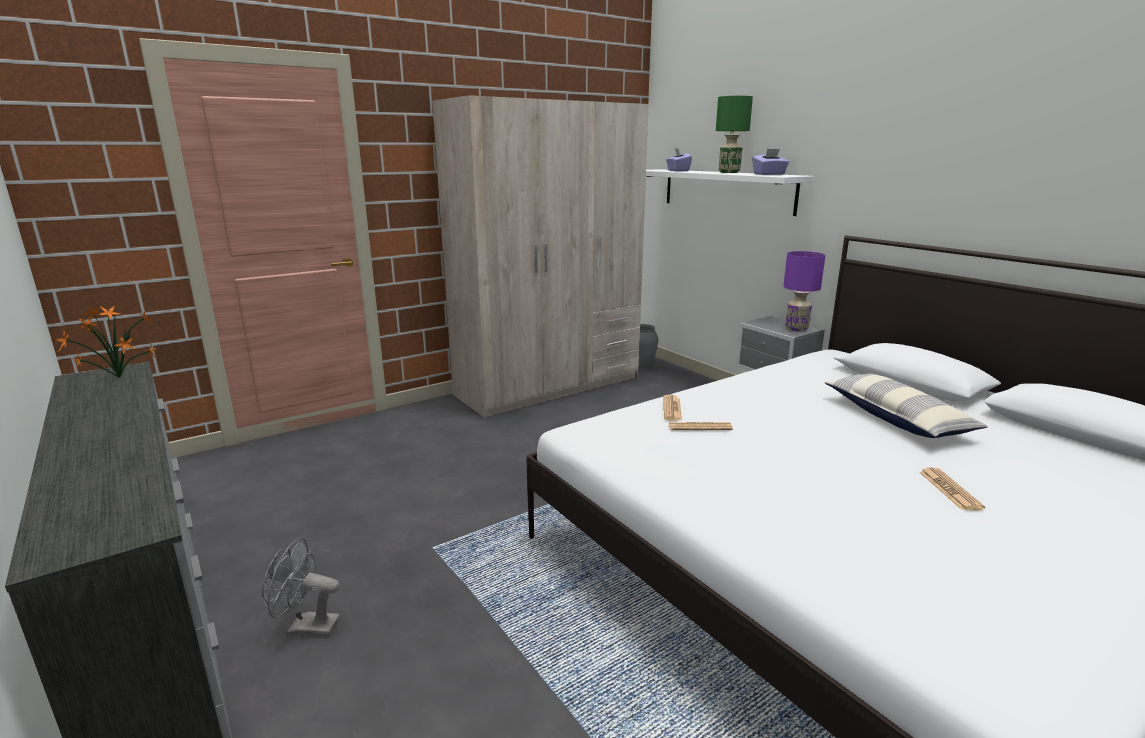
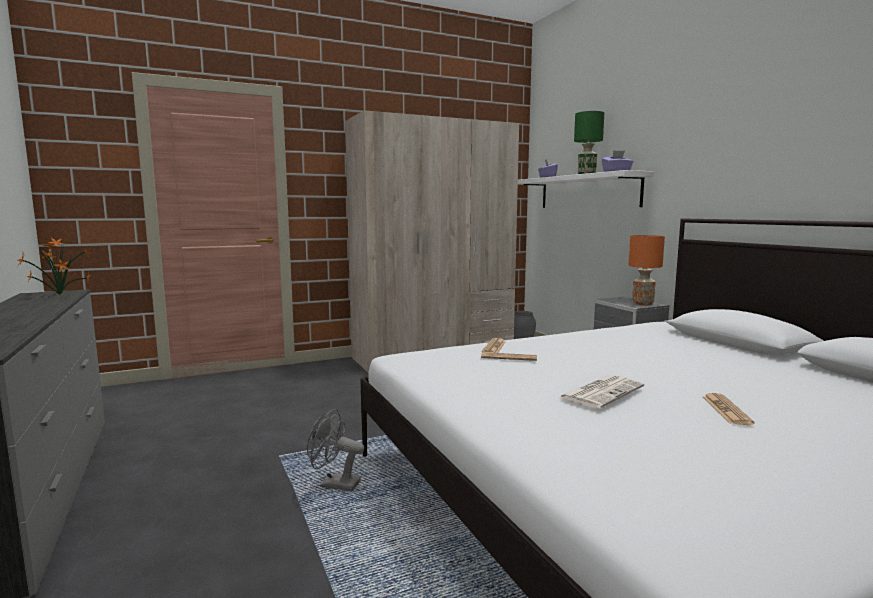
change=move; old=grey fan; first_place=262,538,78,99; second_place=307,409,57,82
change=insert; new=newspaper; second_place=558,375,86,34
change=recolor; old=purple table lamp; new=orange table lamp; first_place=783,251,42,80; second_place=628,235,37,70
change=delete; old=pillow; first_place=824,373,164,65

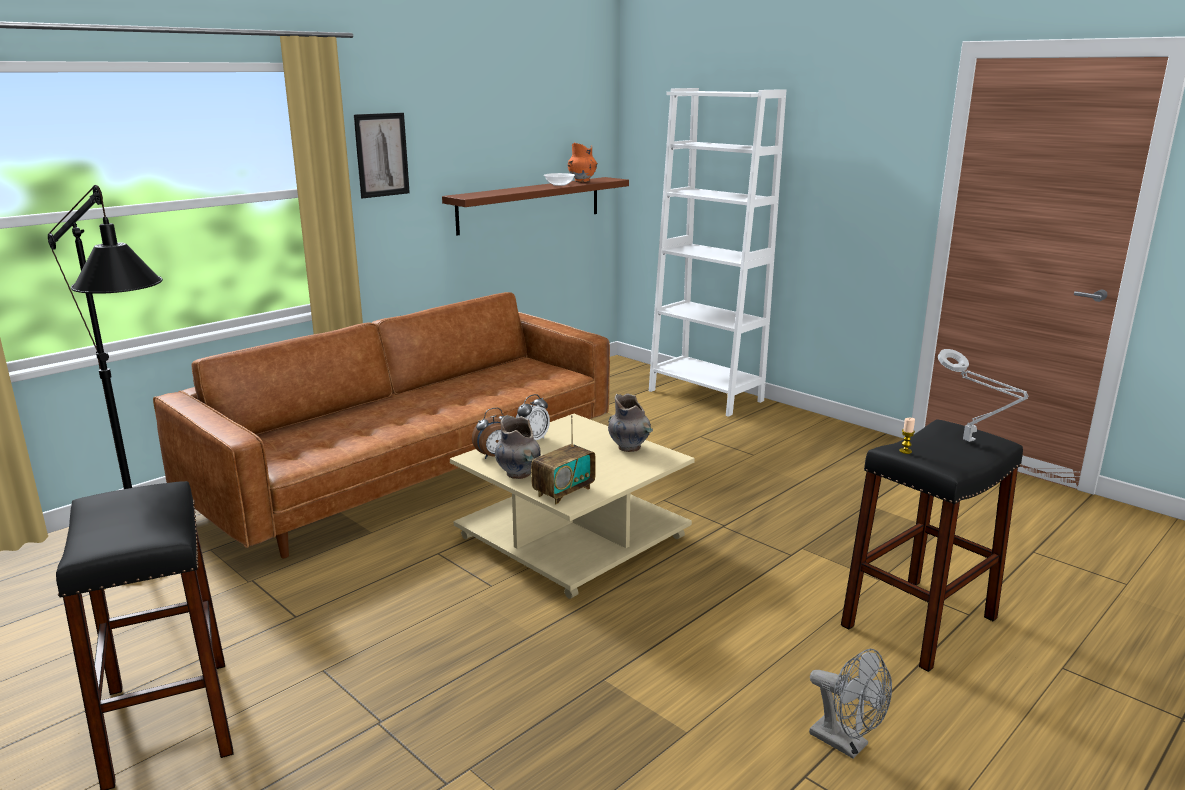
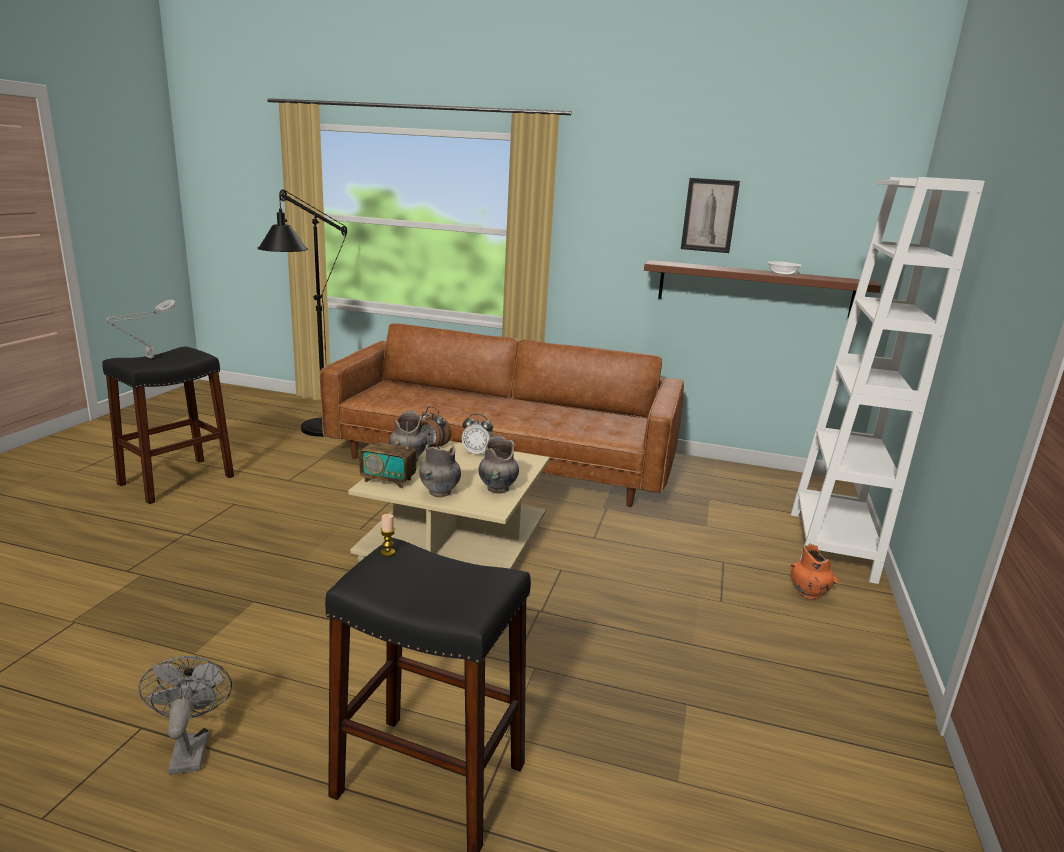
change=move; old=grey table lamp; first_place=938,349,90,93; second_place=106,300,70,58
change=rotate; old=grey fan; first_place=809,649,83,110; second_place=138,656,94,119; degrees=150
change=insert; new=grey vase; second_place=419,444,42,53
change=move; old=picture; first_place=354,113,56,85; second_place=681,178,59,75
change=move; old=orange vase; first_place=568,142,30,40; second_place=789,544,50,56

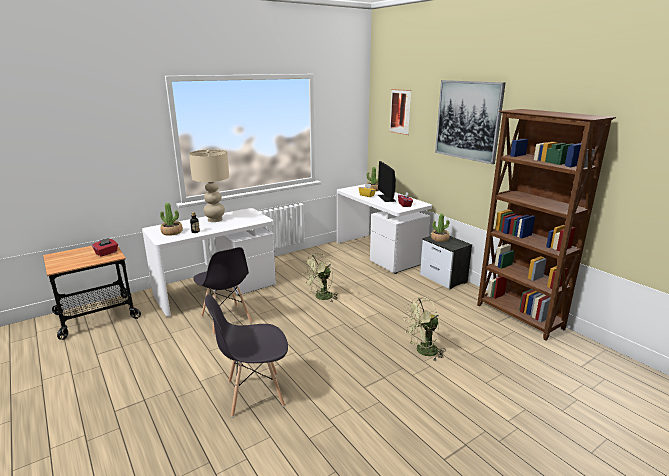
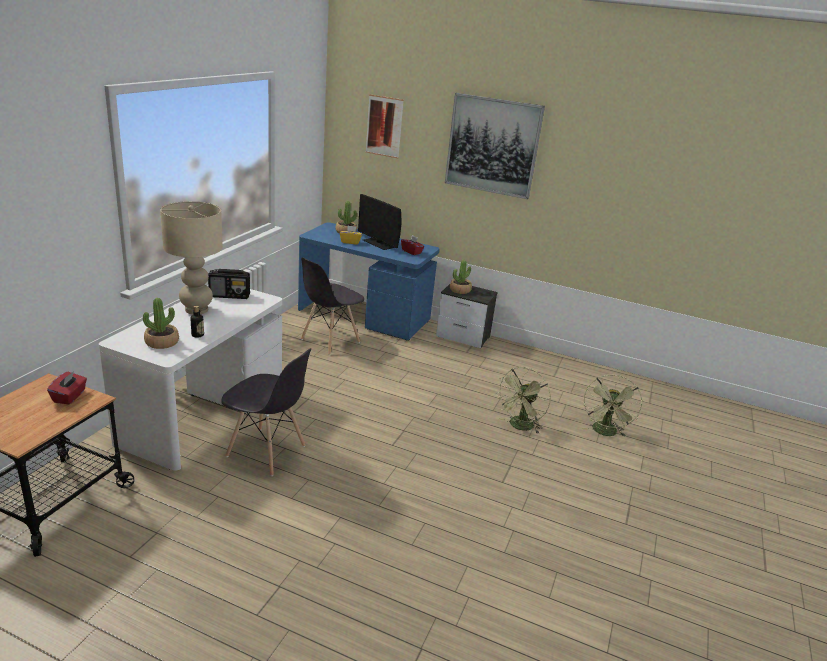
change=insert; new=radio; second_place=208,269,42,30
change=recolor; old=white desk; new=blue desk; first_place=337,184,95,90; second_place=298,222,142,119
change=move; old=grey chair; first_place=205,294,83,123; second_place=301,257,63,98
change=move; old=green fan; first_place=302,253,36,49; second_place=583,375,59,62
change=delete; old=brown bookcase; first_place=477,109,139,231

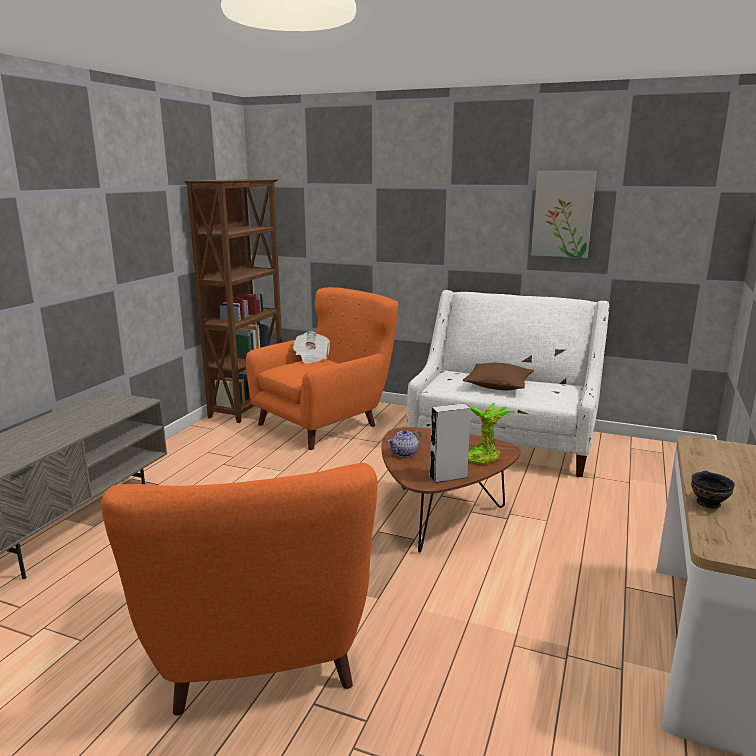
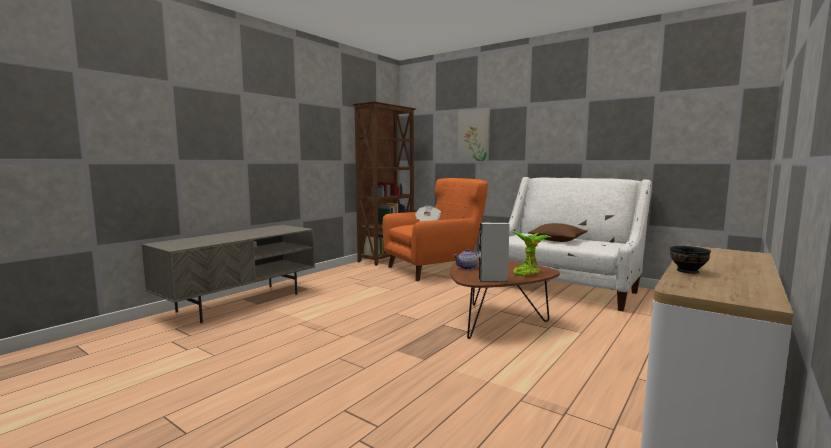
change=move; old=picture; first_place=531,171,65,87; second_place=457,108,33,53
change=delete; old=orange armchair; first_place=101,463,277,253

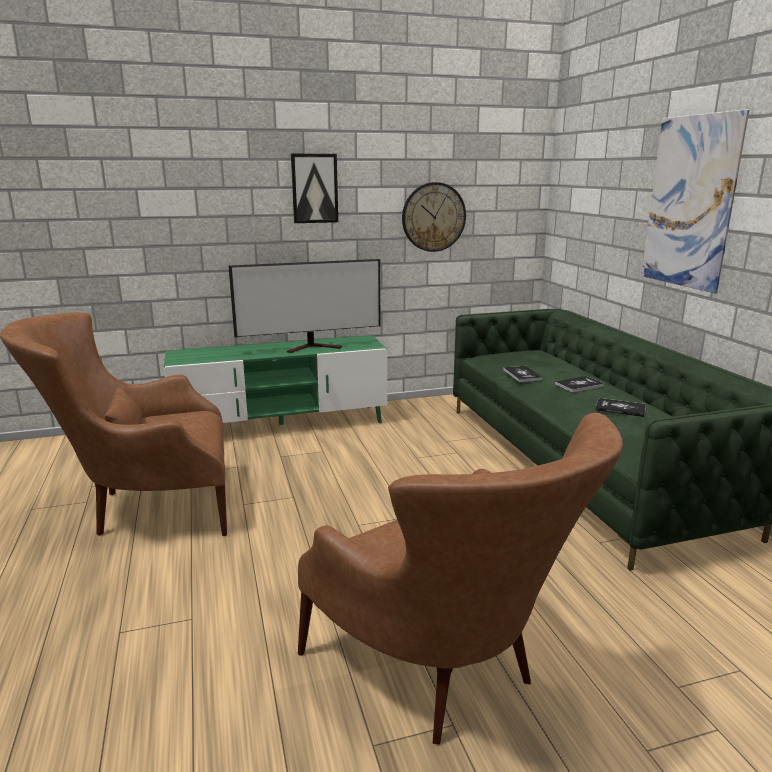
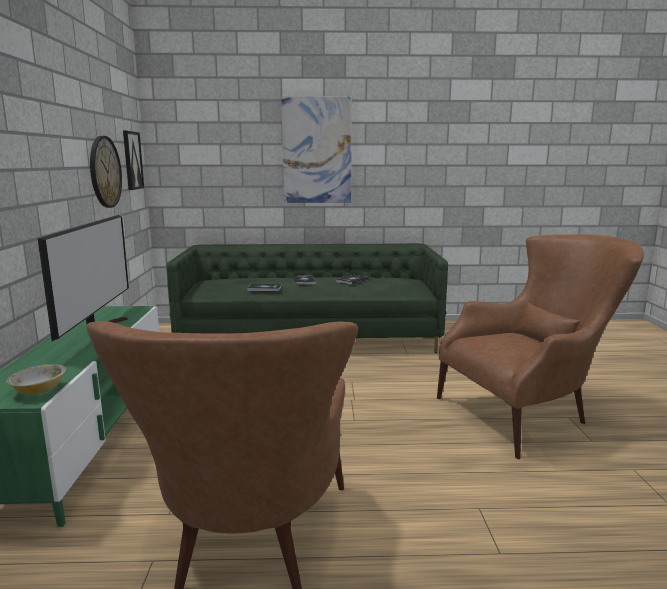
change=insert; new=bowl; second_place=7,364,59,31
change=move; old=picture; first_place=291,154,47,69; second_place=123,131,21,59

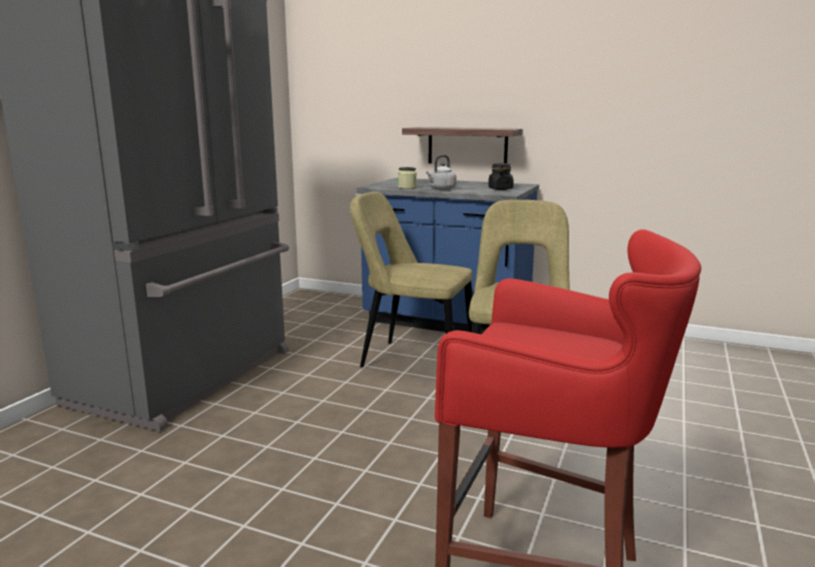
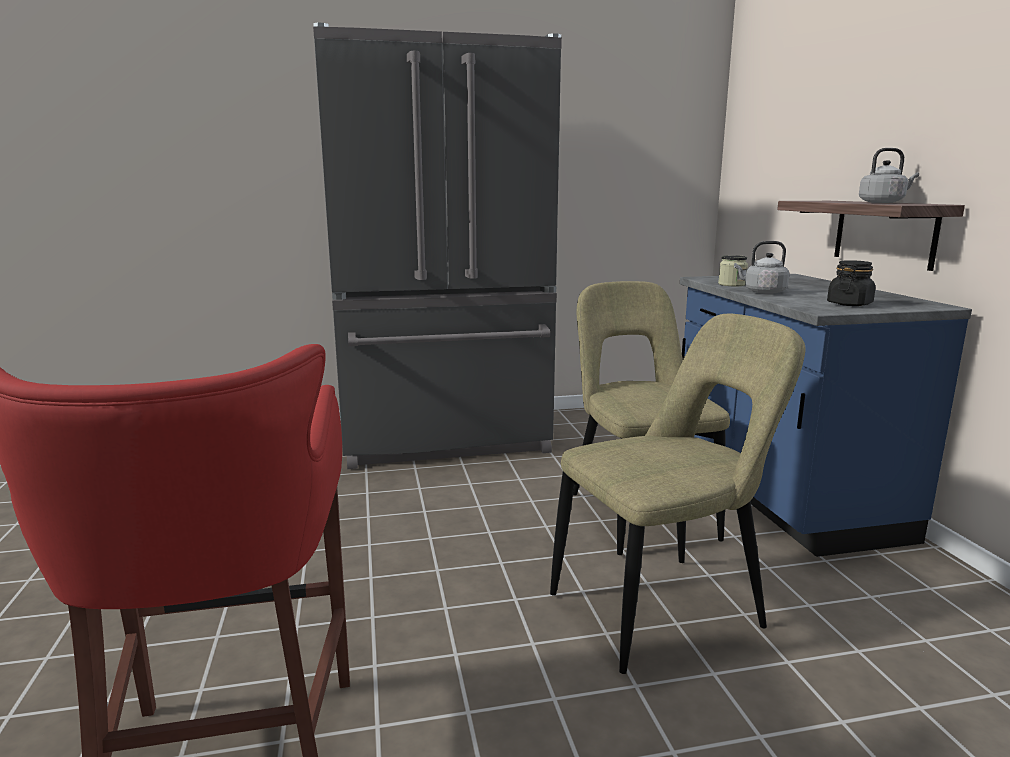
change=insert; new=grey kettle; second_place=859,148,60,55

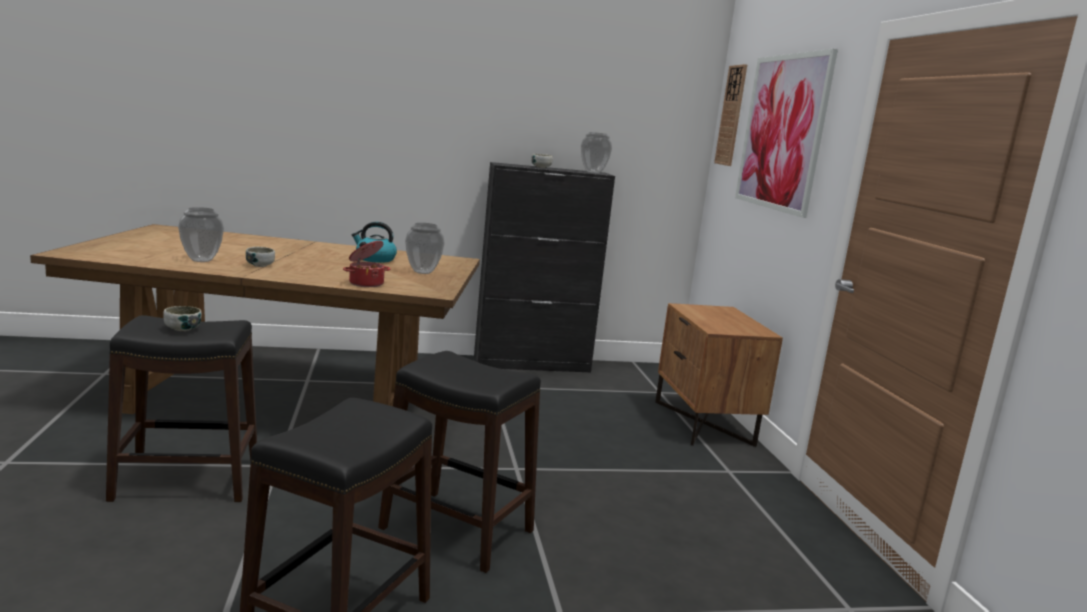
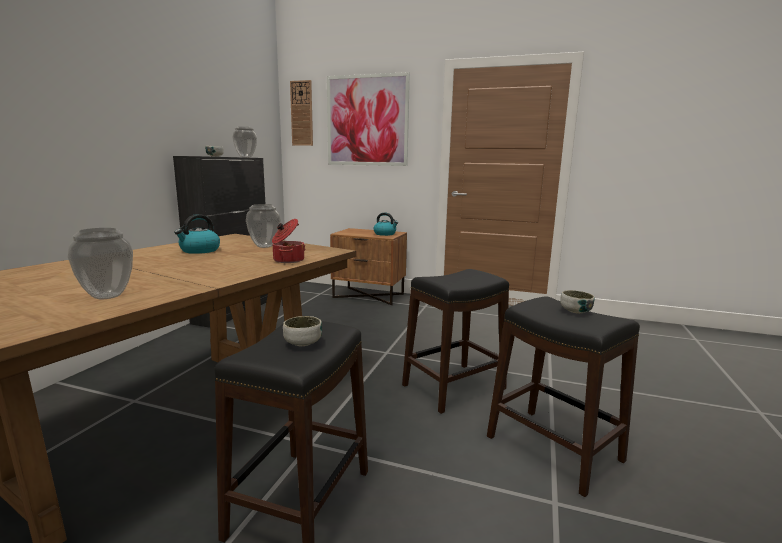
change=insert; new=kettle; second_place=374,212,24,24
change=move; old=bowl; first_place=246,247,29,20; second_place=560,290,35,24

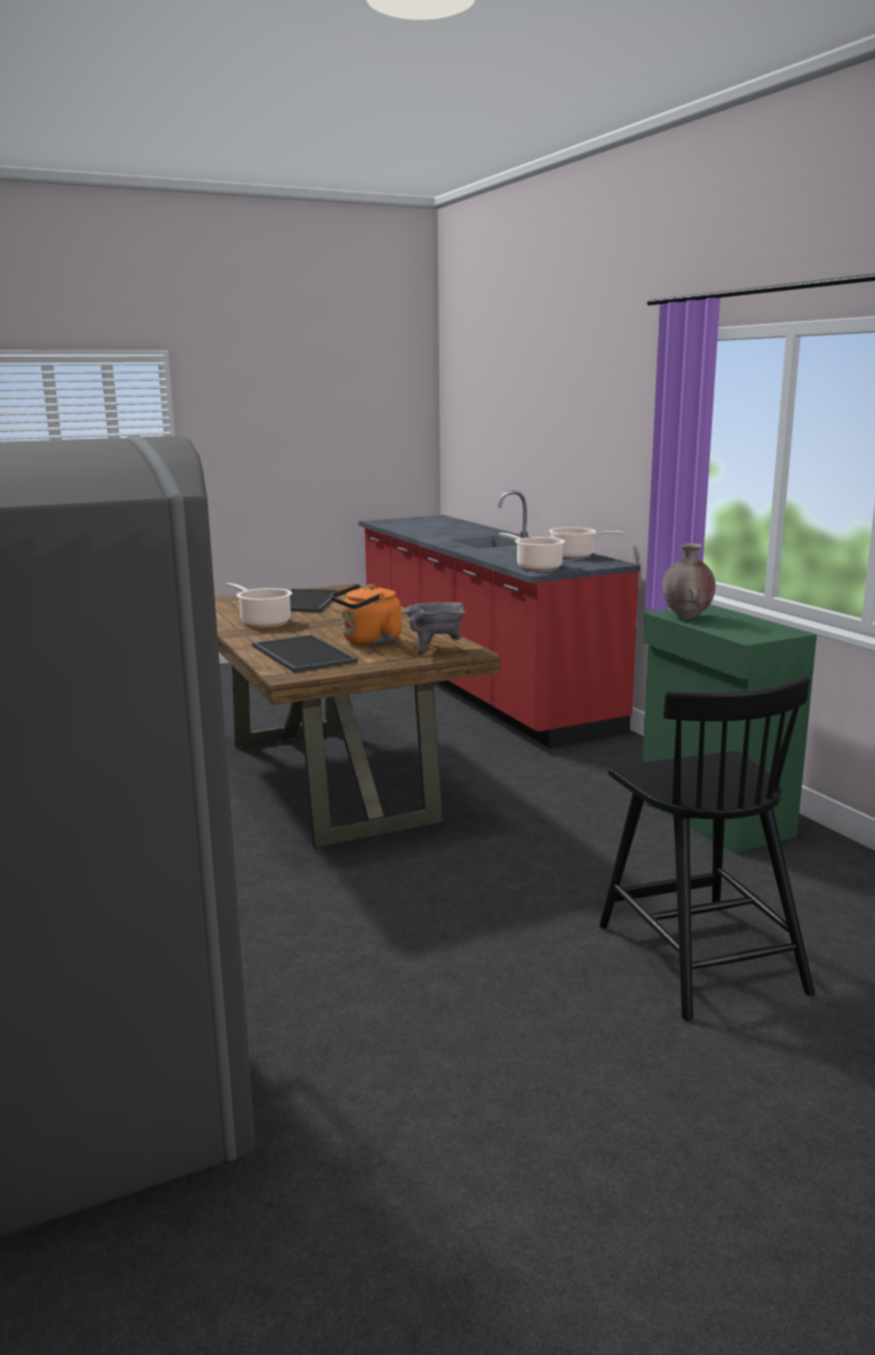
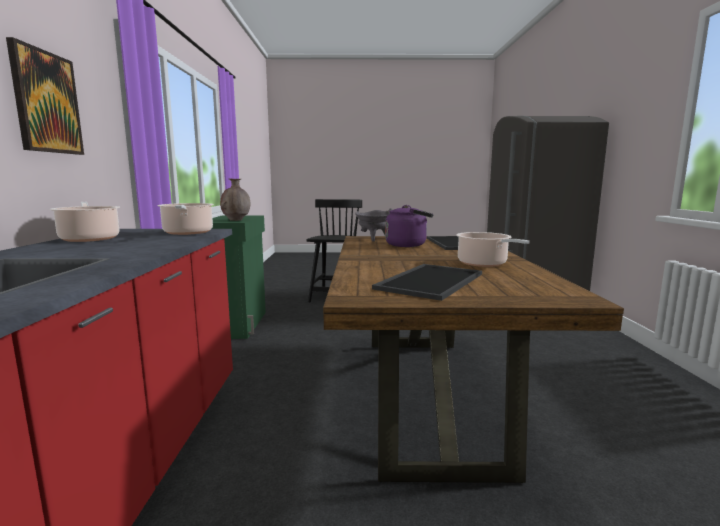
change=insert; new=picture; second_place=6,37,78,118
change=recolor; old=orange kettle; new=purple kettle; first_place=331,584,70,62; second_place=385,205,49,42

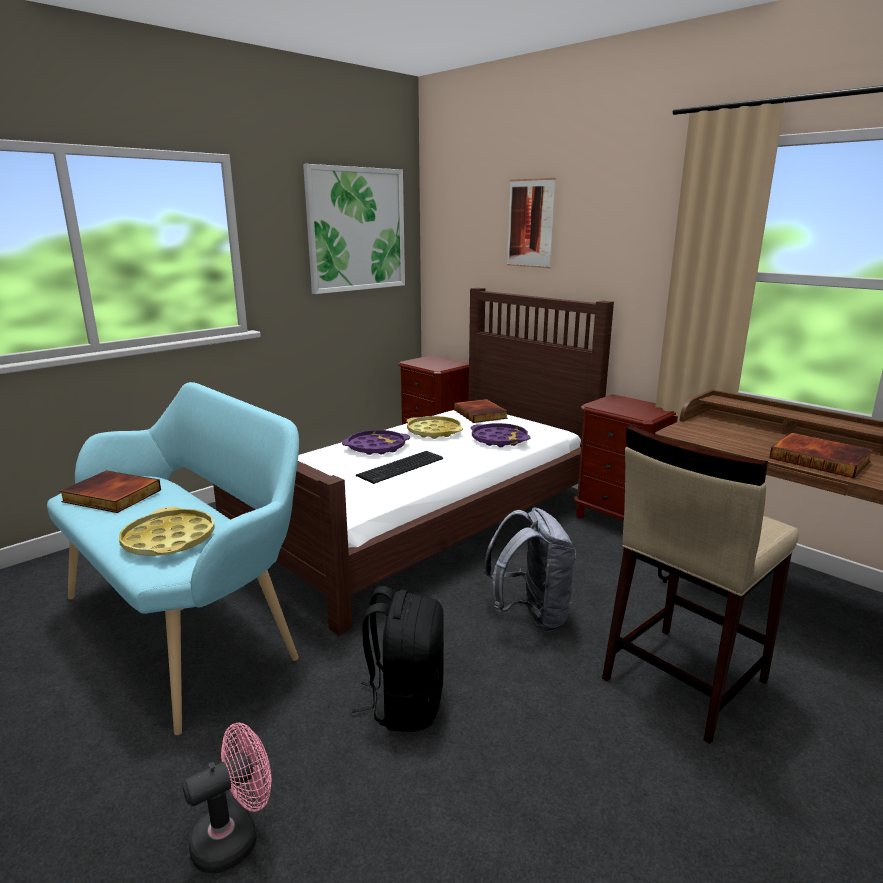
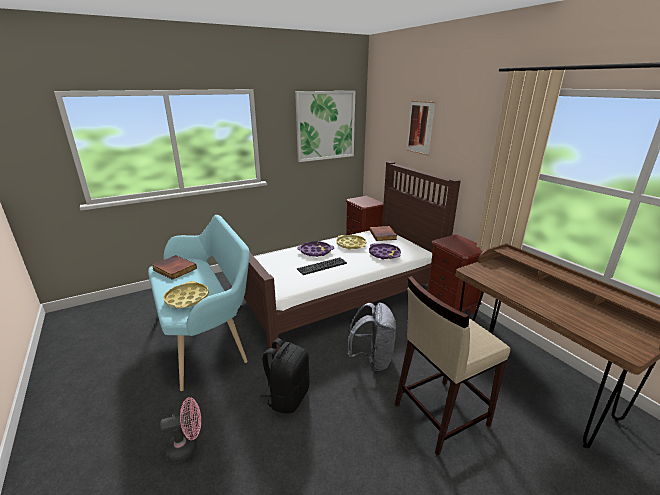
change=delete; old=book; first_place=769,433,104,45

